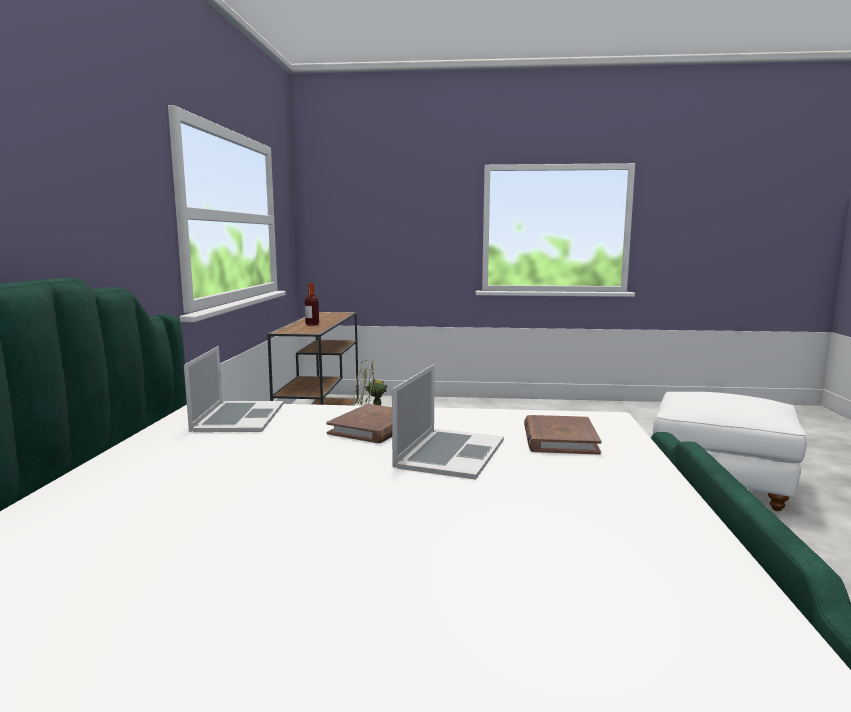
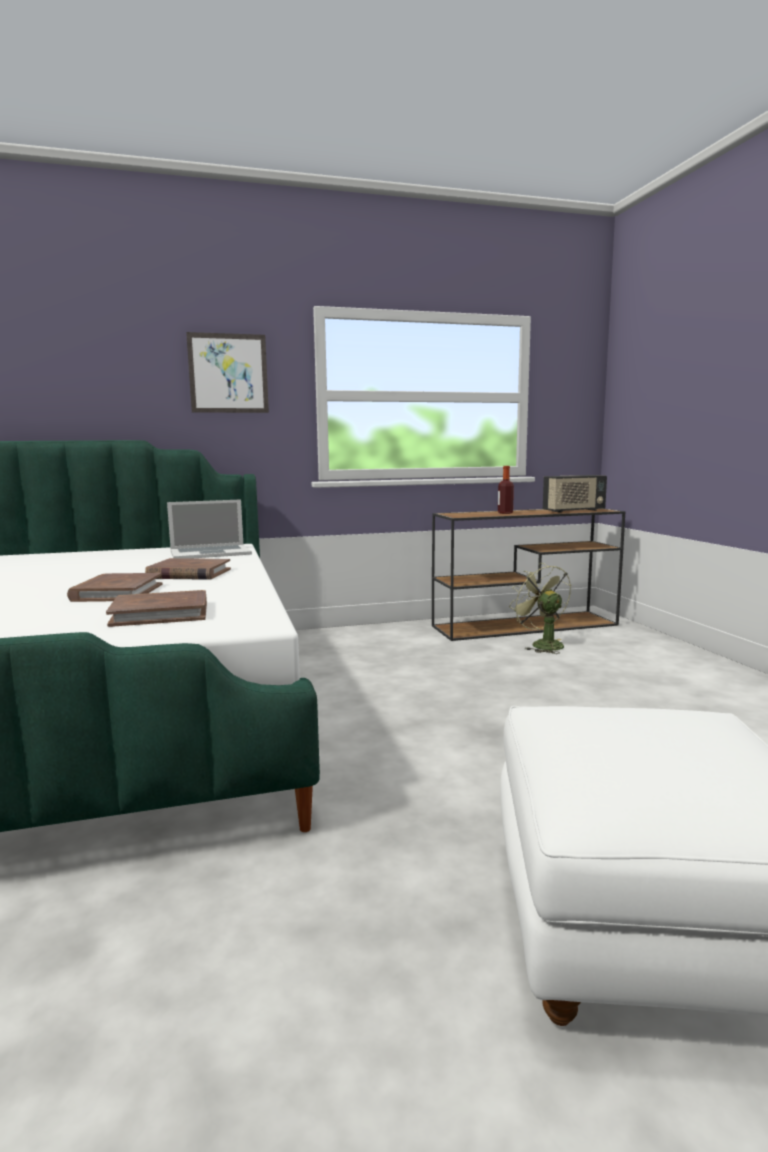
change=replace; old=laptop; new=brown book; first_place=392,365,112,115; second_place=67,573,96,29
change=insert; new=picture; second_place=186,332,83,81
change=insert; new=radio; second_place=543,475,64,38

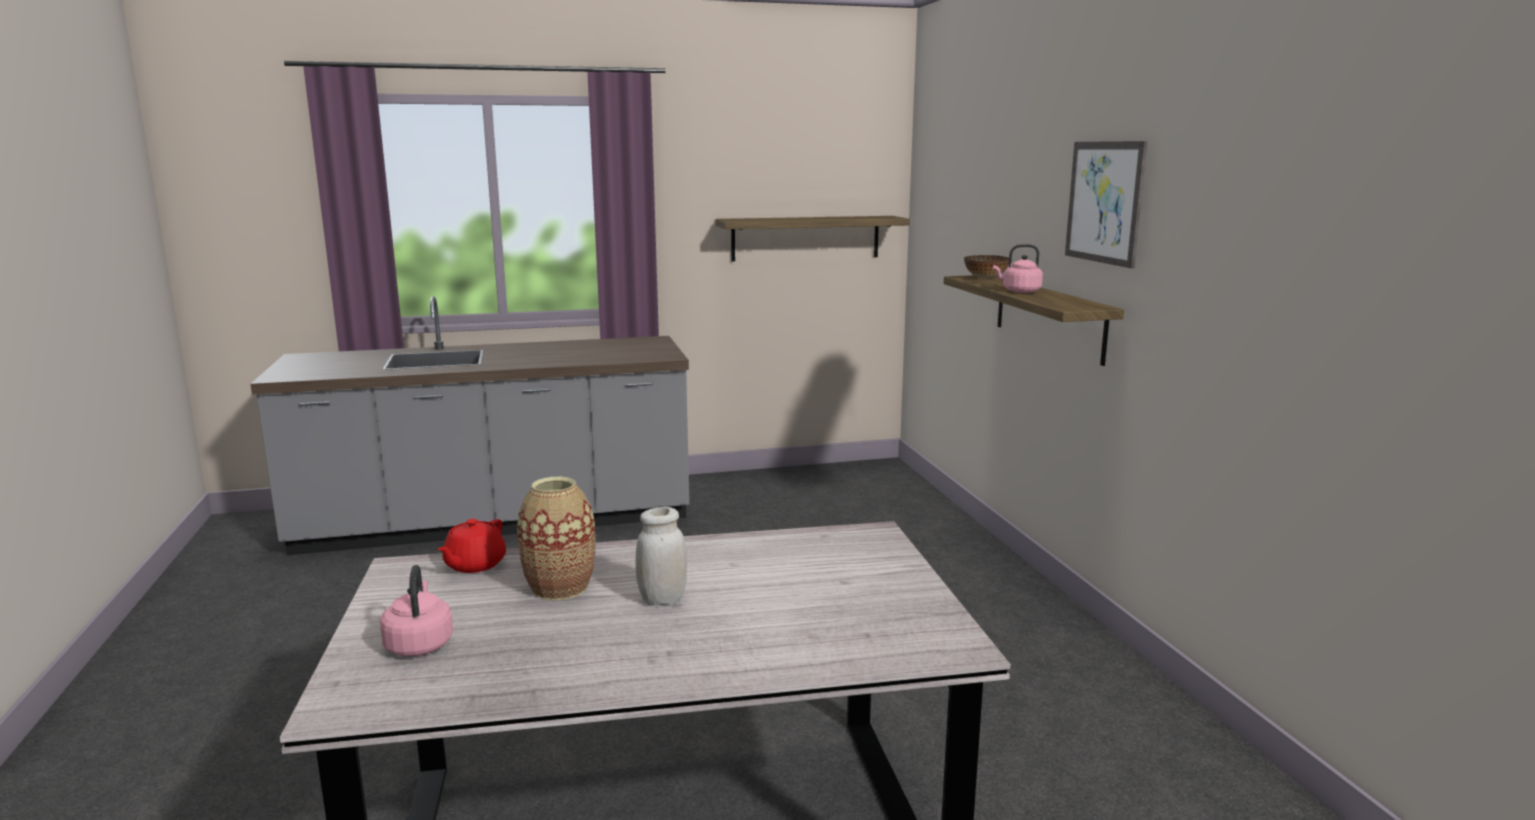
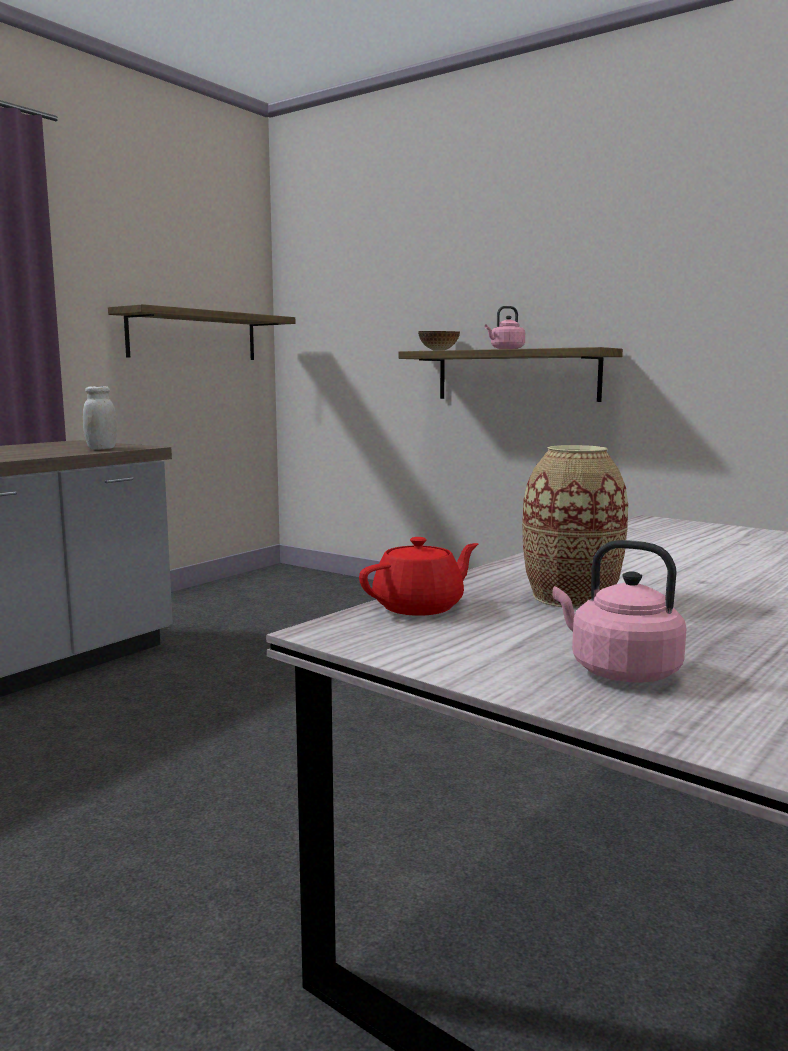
change=move; old=white jar; first_place=635,507,52,98; second_place=83,386,34,64
change=rotate; old=red teapot; first_place=437,519,69,54; second_place=359,537,119,79; degrees=-105
change=delete; old=picture; first_place=1065,141,82,127

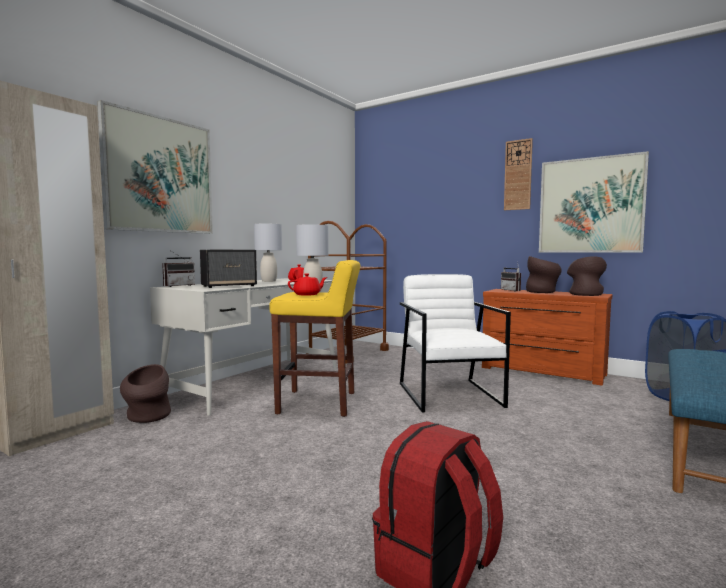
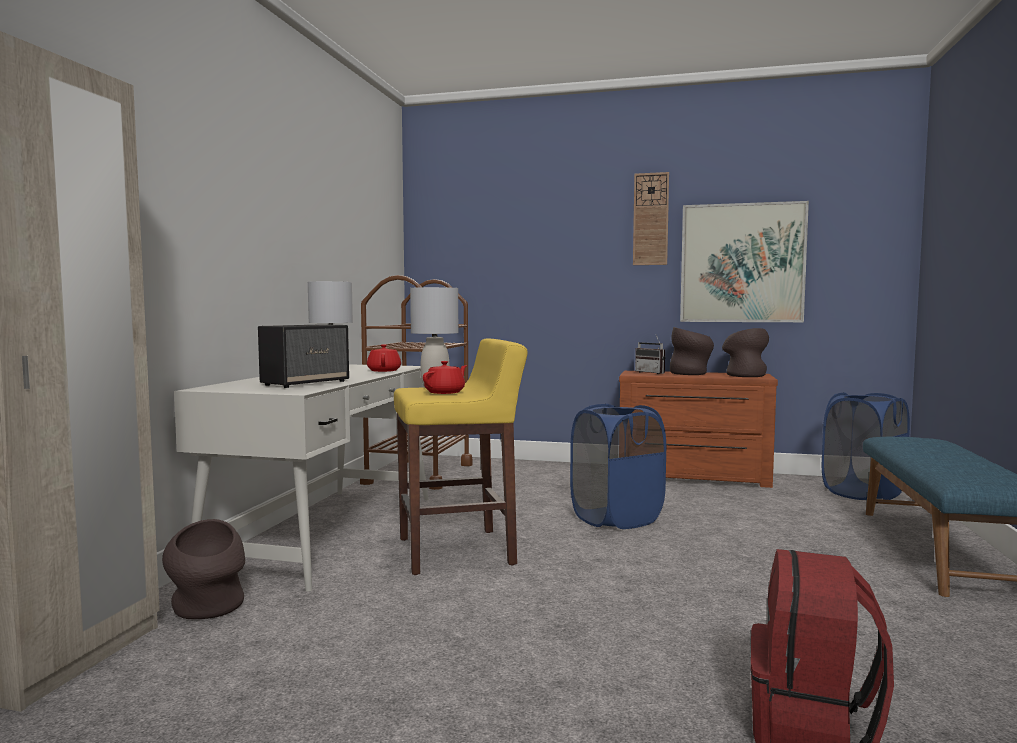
change=replace; old=white armchair; new=blue laundry basket; first_place=400,274,111,138; second_place=570,404,96,125
change=delete; old=picture; first_place=97,100,116,134
change=delete; old=radio; first_place=162,250,33,37

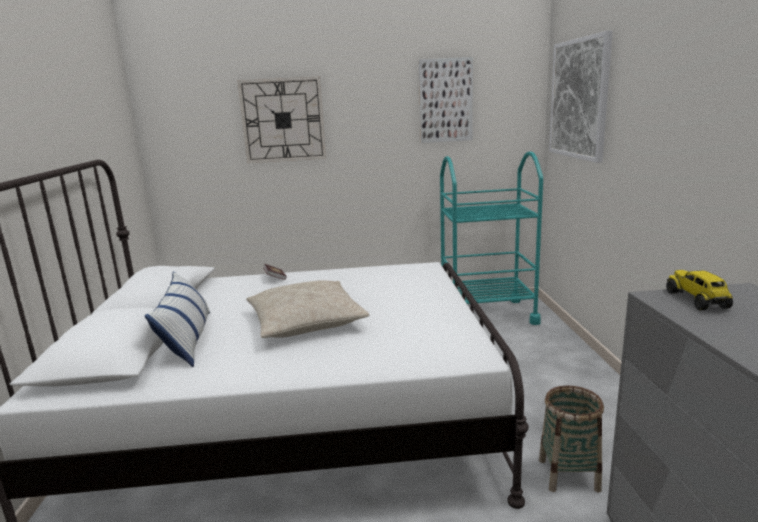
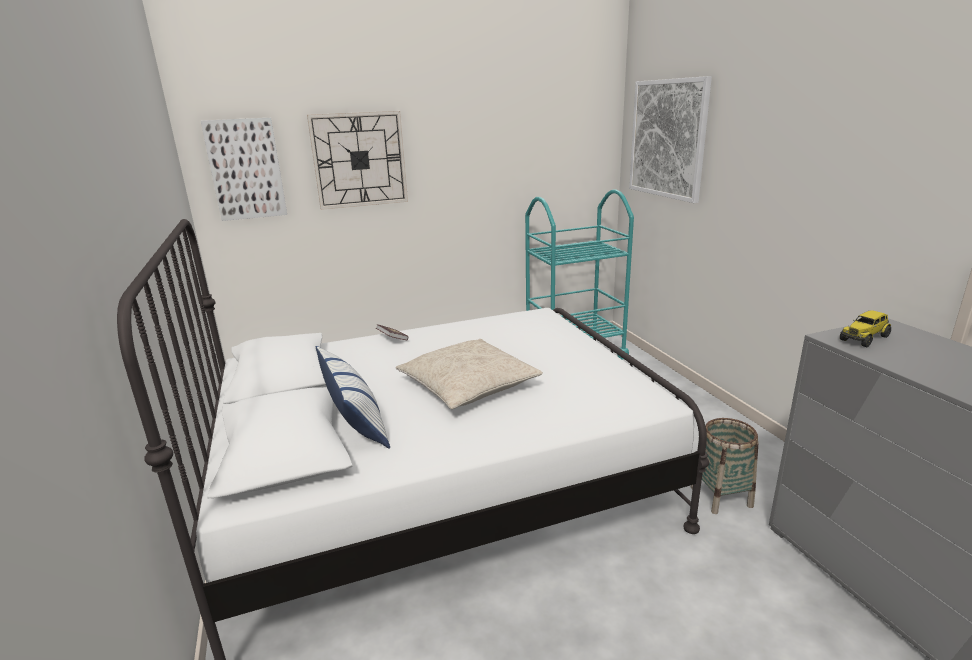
change=move; old=picture; first_place=419,57,54,86; second_place=201,118,86,103
change=rotate; old=toy truck; first_place=666,270,67,40; second_place=840,310,51,37; degrees=-105

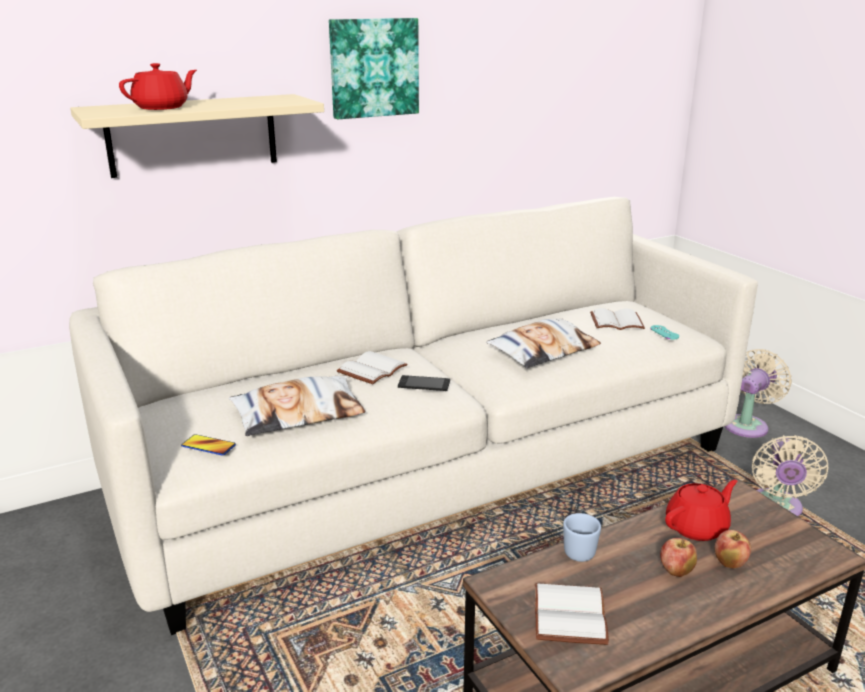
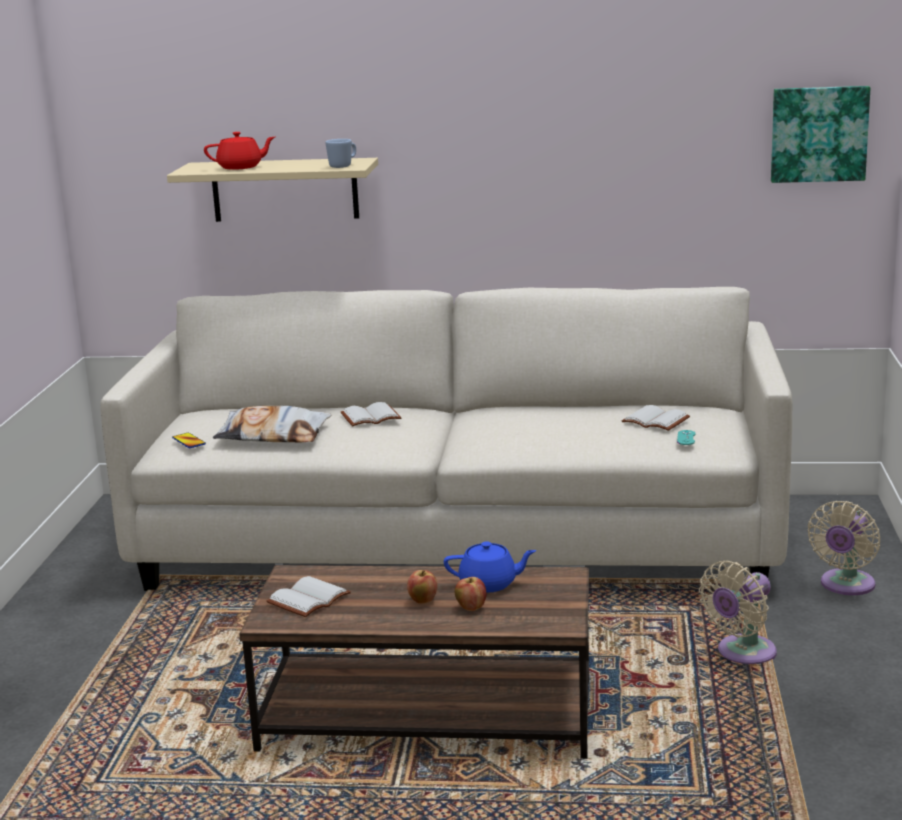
change=move; old=blue mug; first_place=563,513,38,49; second_place=325,139,31,29
change=recolor; old=red teapot; new=blue teapot; first_place=665,480,72,61; second_place=444,541,92,52
change=move; old=picture; first_place=329,18,90,101; second_place=771,86,99,97
change=rotate; old=beige fan; first_place=724,349,68,89; second_place=808,501,72,94; degrees=135
change=delete; old=phone; first_place=398,375,52,16
change=delete; old=pillow; first_place=486,319,115,49

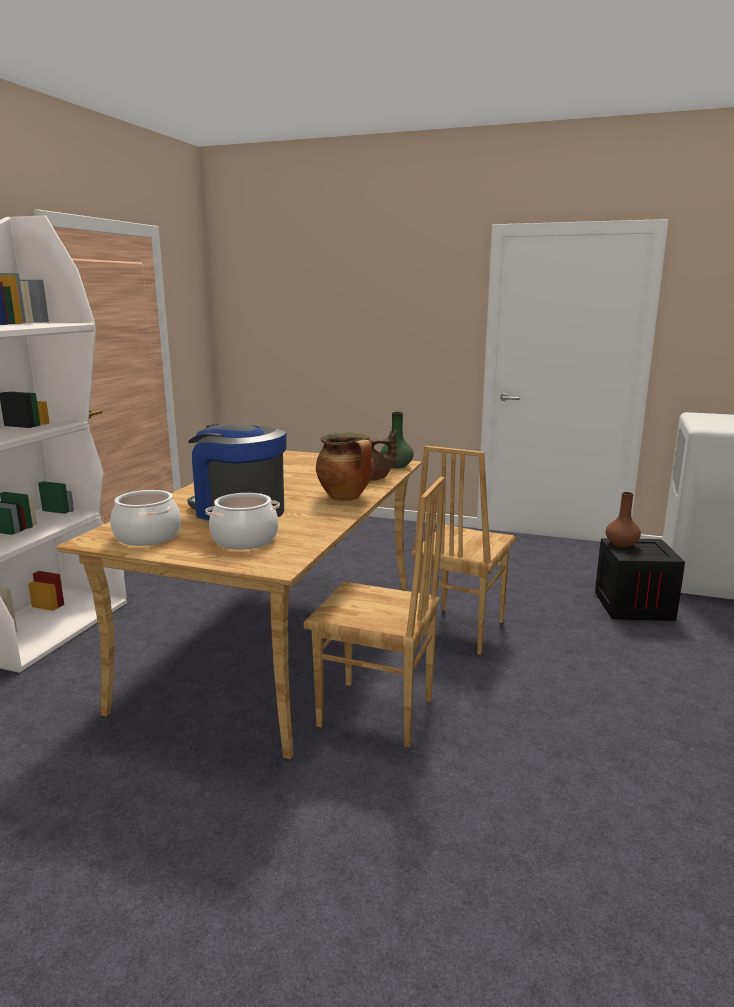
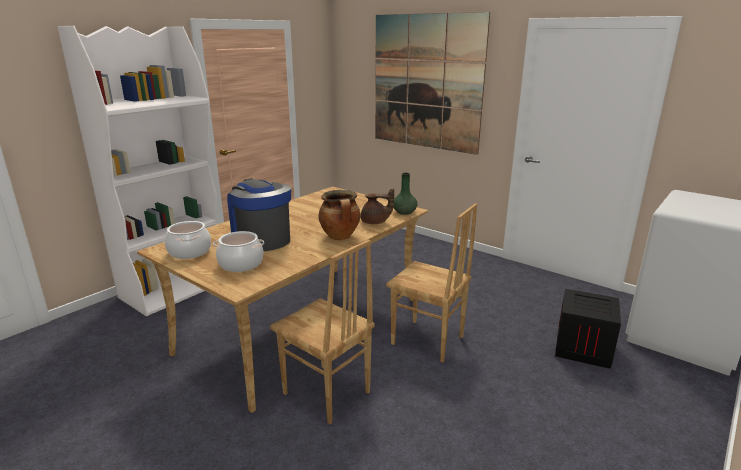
change=insert; new=picture; second_place=375,12,115,143
change=rotate; old=brown chair; first_place=412,446,104,209; second_place=386,203,91,159; degrees=-105
change=delete; old=brown vase; first_place=606,492,35,56

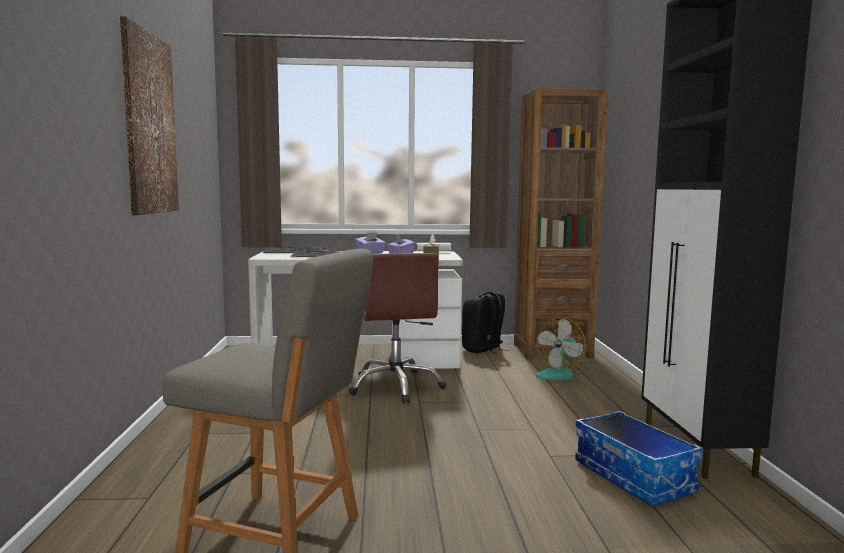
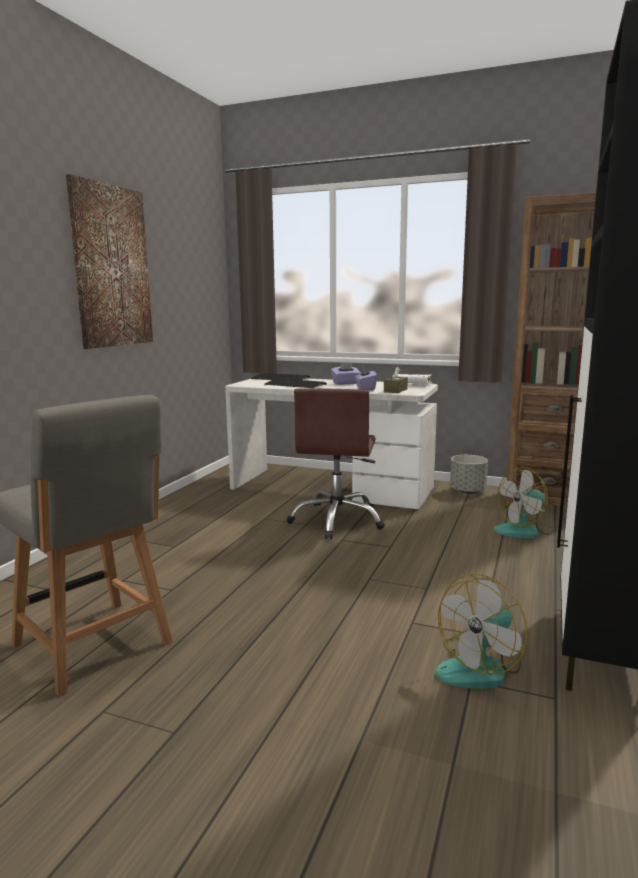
change=replace; old=storage box; new=fan; first_place=575,411,128,95; second_place=436,574,91,115
change=replace; old=black backpack; new=grey planter; first_place=462,292,47,62; second_place=450,455,38,39

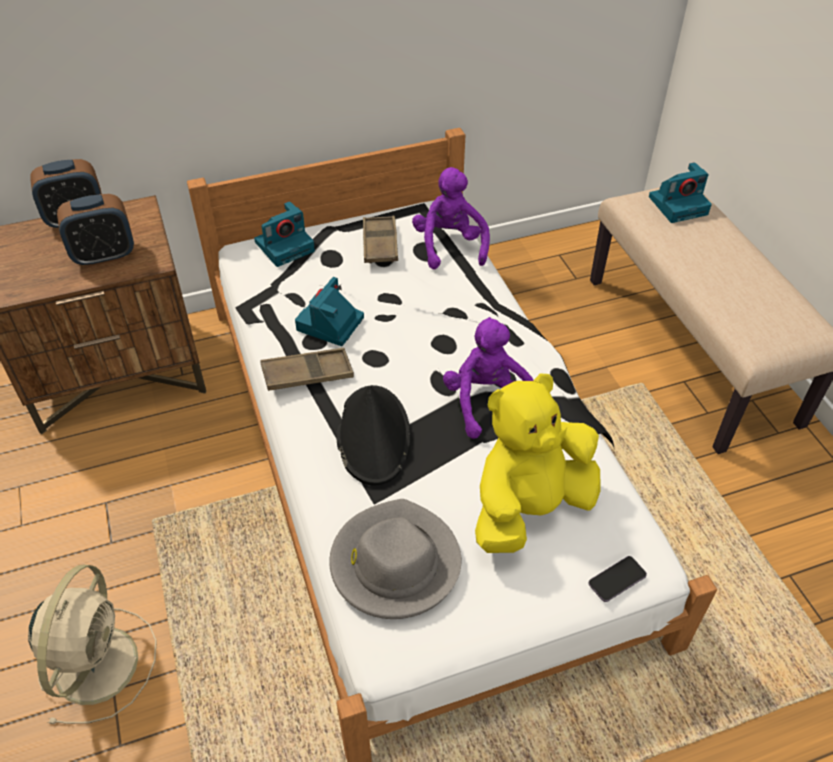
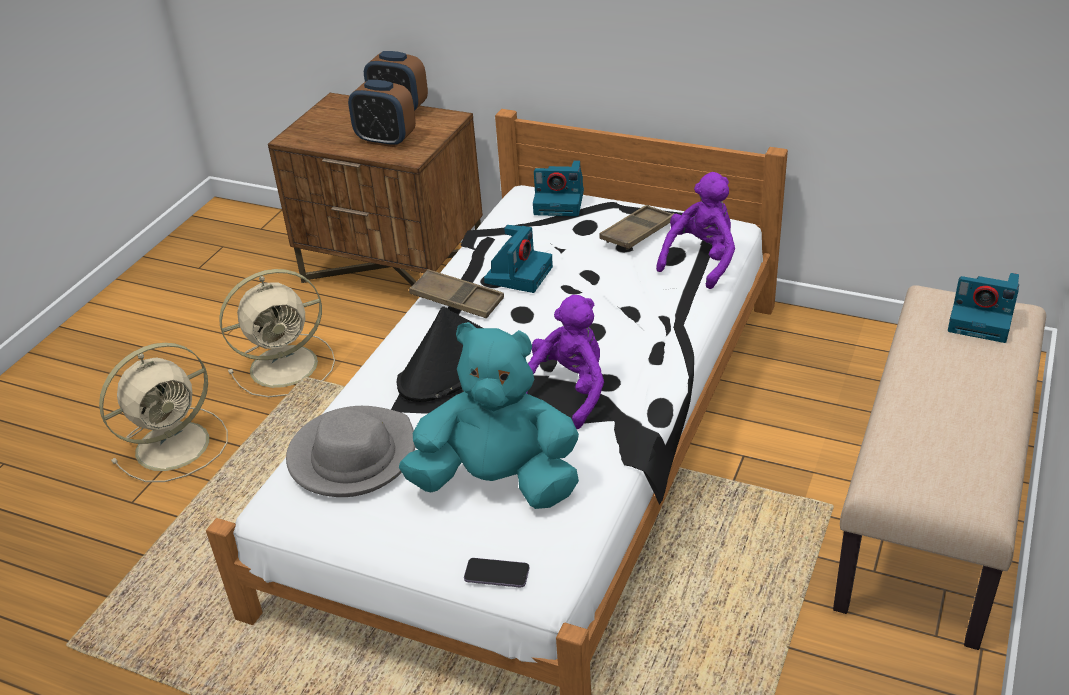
change=insert; new=beige fan; second_place=219,269,116,128
change=recolor; old=yellow plush toy; new=turquoise plush toy; first_place=475,374,126,179; second_place=399,322,180,187
change=rotate; old=photo camera; first_place=295,277,69,69; second_place=484,225,69,68; degrees=135

